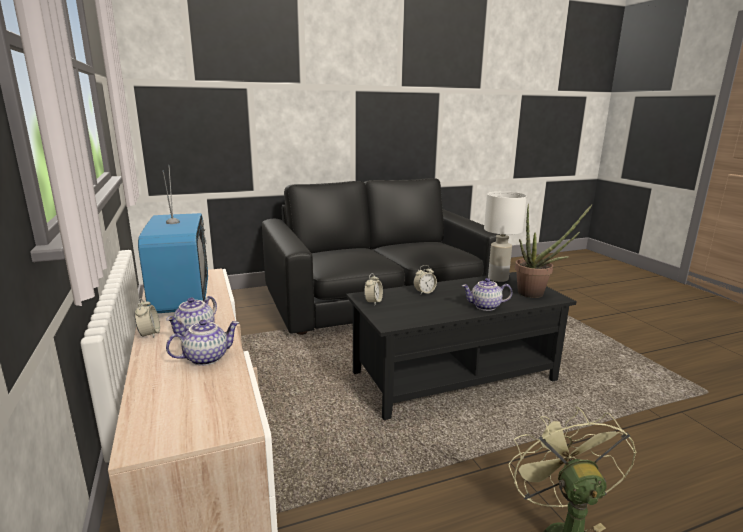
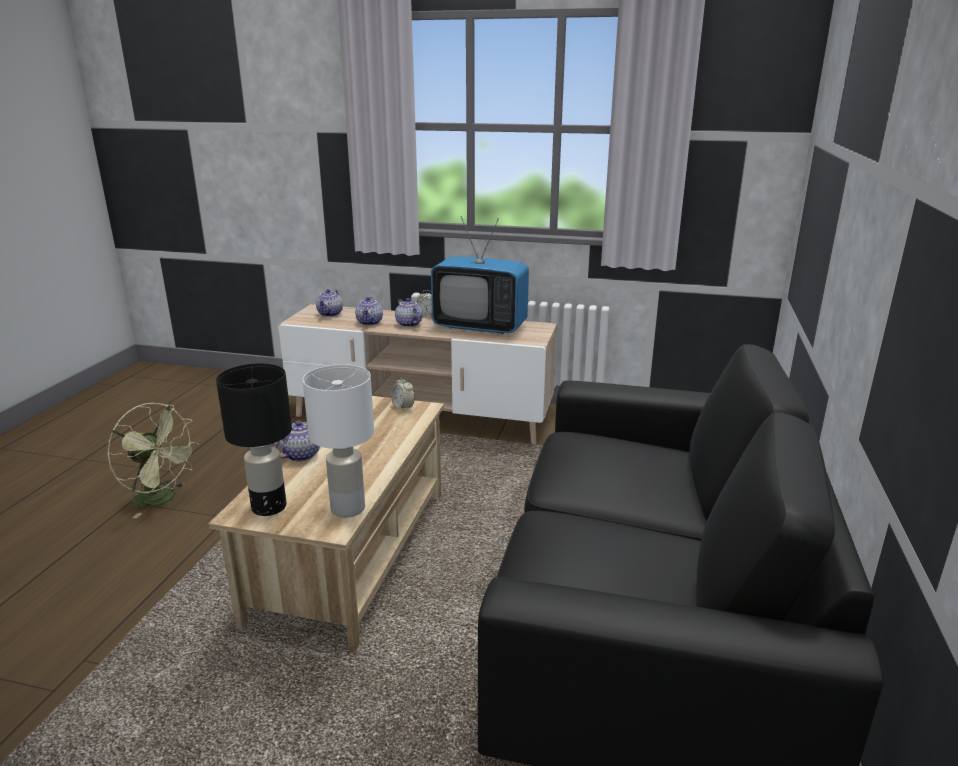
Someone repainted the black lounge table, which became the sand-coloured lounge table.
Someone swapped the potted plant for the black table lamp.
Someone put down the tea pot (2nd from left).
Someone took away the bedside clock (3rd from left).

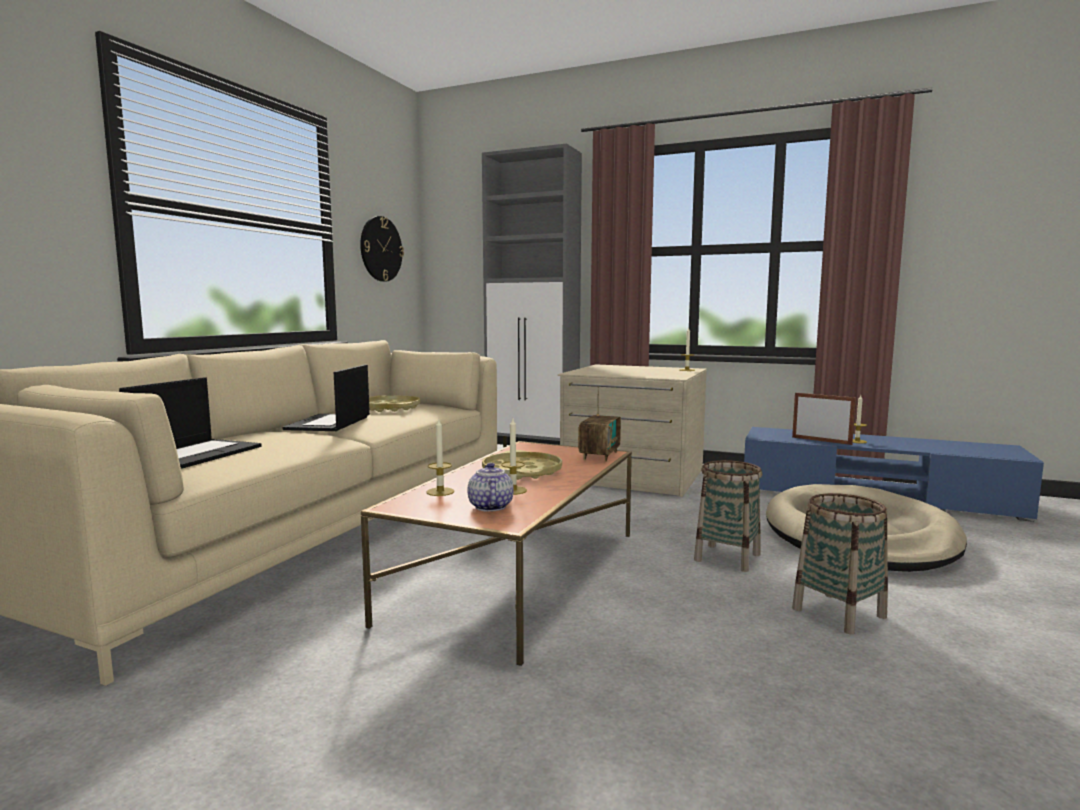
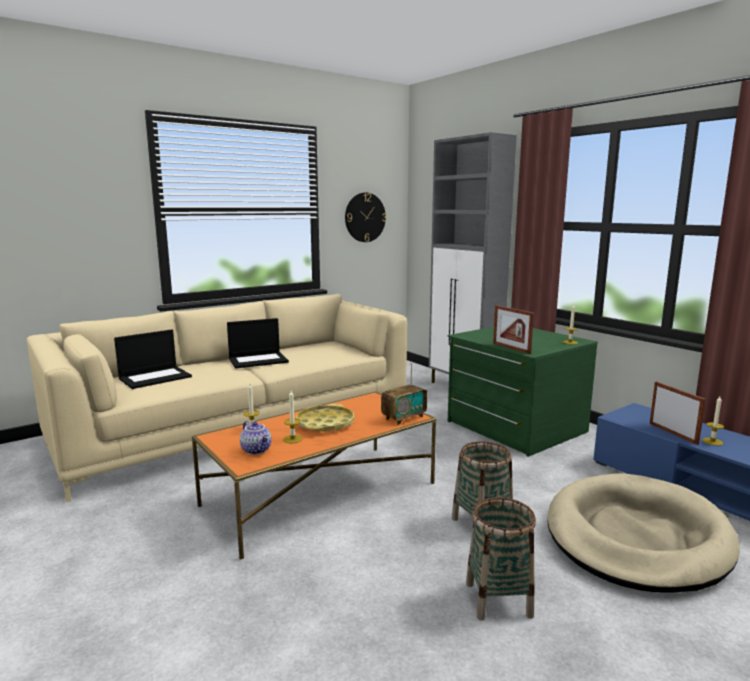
Someone rotated the portable computer (2nd from left) by 150 degrees counterclockwise.
Someone rotated the tea pot by 120 degrees clockwise.
Someone repainted the sand-coloured chest of drawers, which became the green chest of drawers.
Someone put down the photo frame (1st from left).
Someone took away the yellow tray (1st from left).

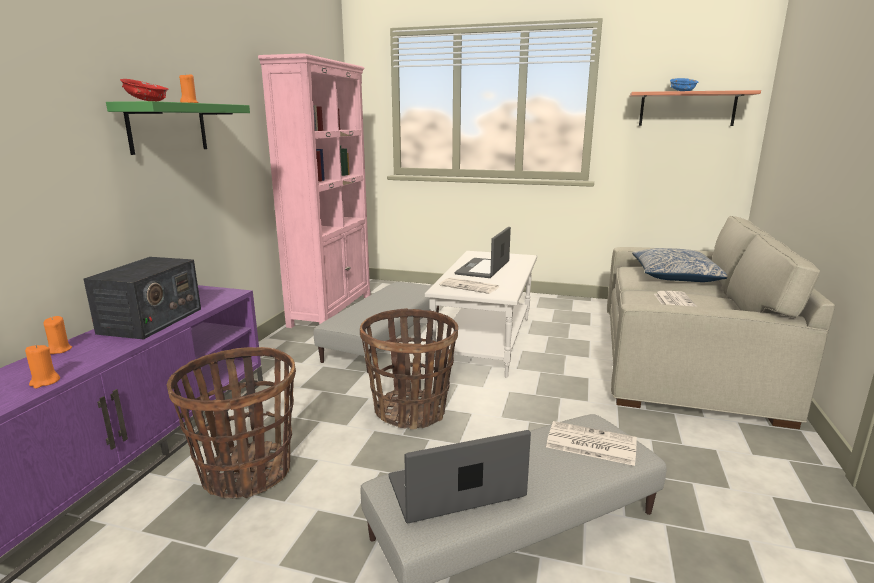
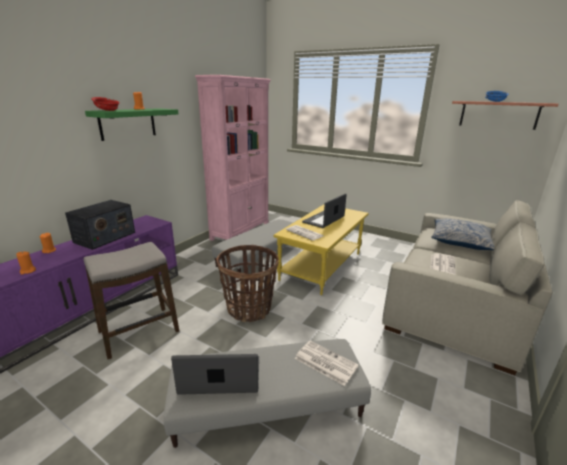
Someone swapped the storage basket (1st from left) for the stool seat.
Someone repainted the white lounge table, which became the yellow lounge table.

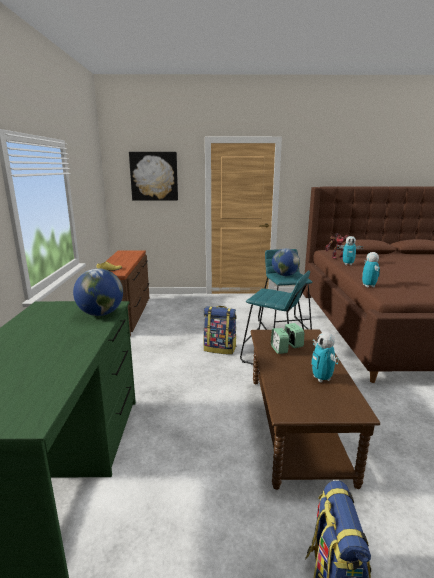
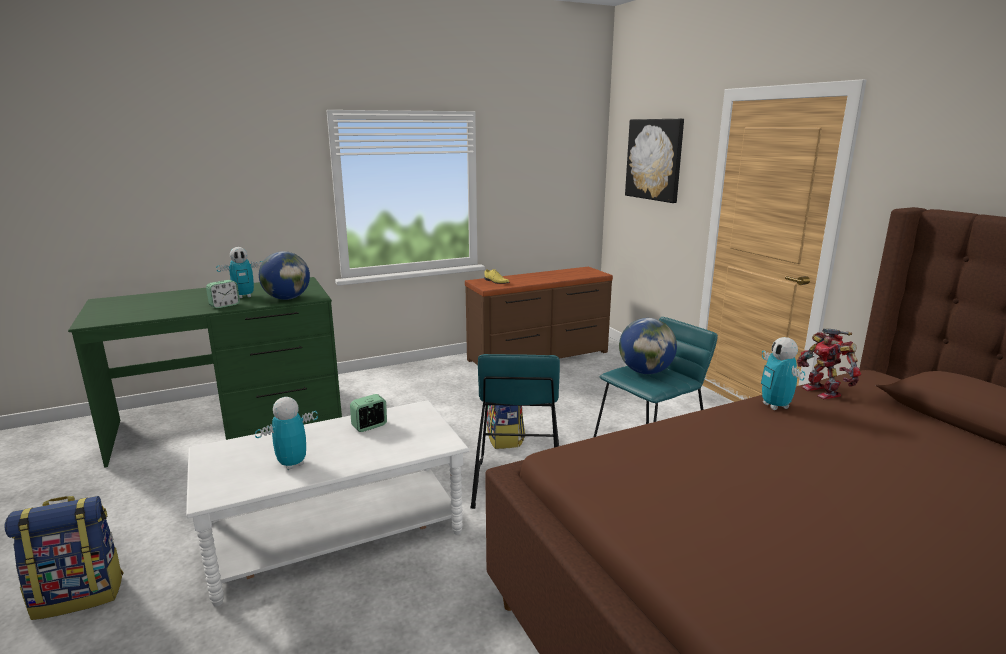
Someone repainted the brownish lounge table, which became the white lounge table.
Someone carried the bedside clock (2nd from left in the first image).
Someone carried the model robot (4th from left in the first image).

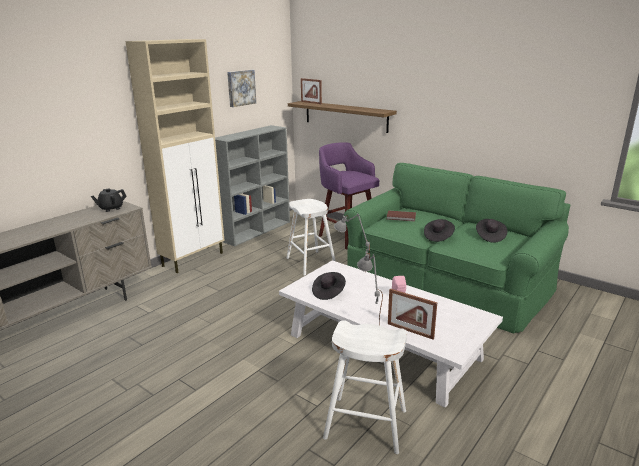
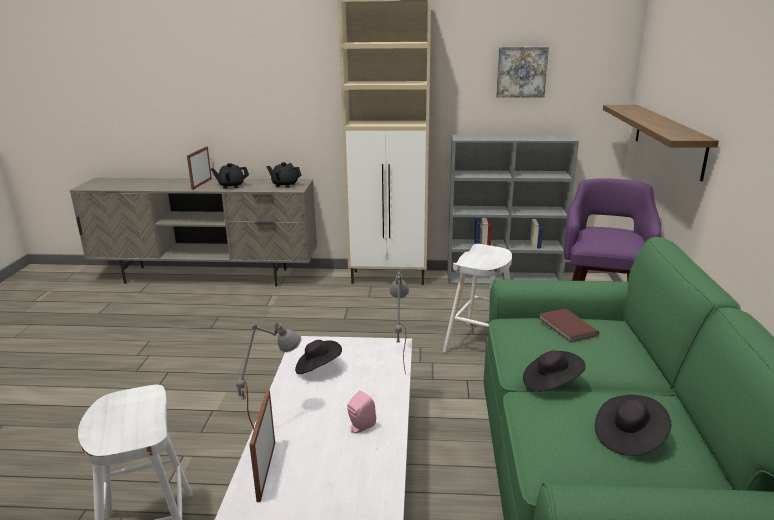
Someone carried the photo frame (1st from left).
Someone put down the black tea pot (1st from left).

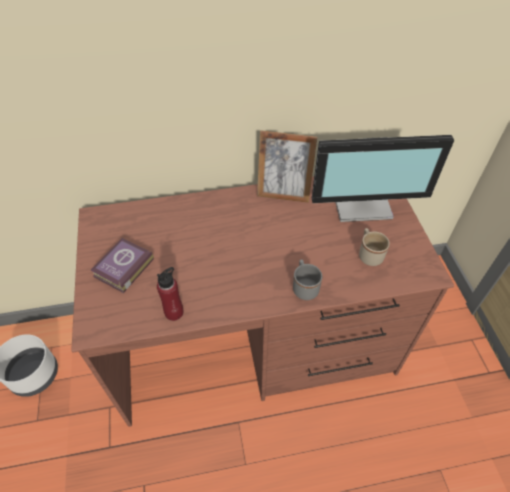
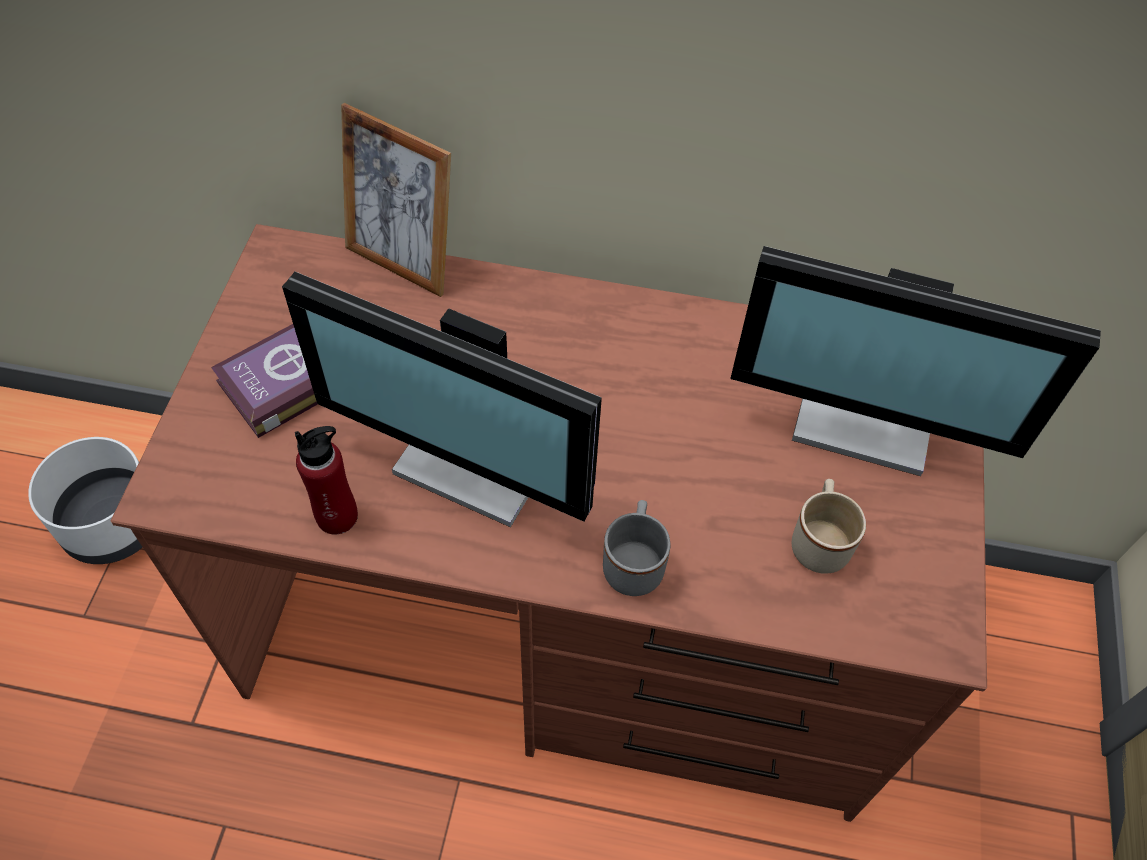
Someone put down the computer screen (1st from left).
Someone carried the photo frame.

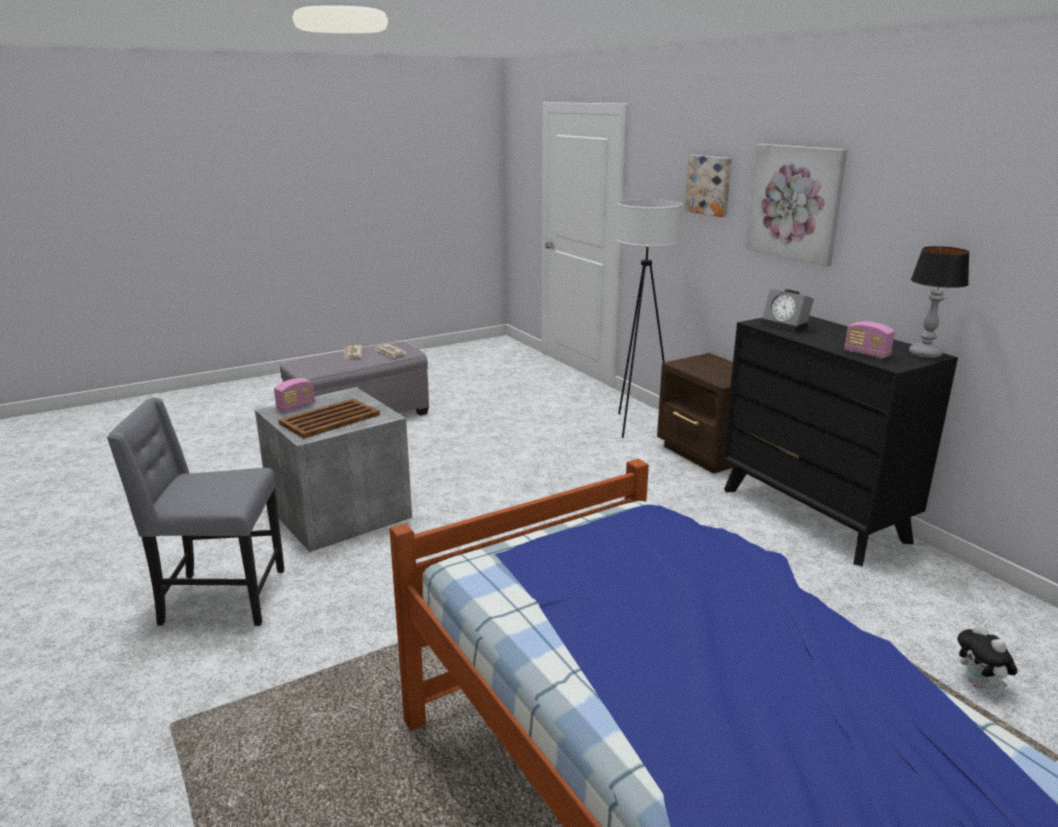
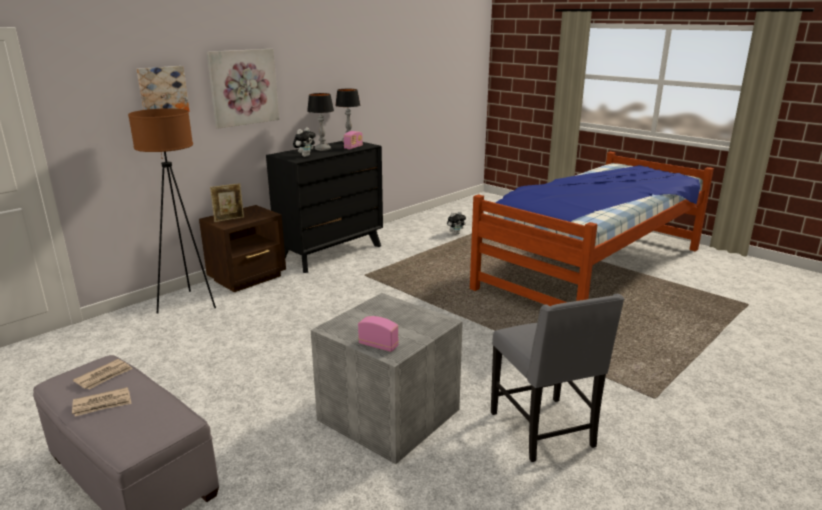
Someone repainted the white floor lamp, which became the brownish floor lamp.
Someone put down the photo frame.
Someone swapped the bedside clock for the plush toy (1st from left).
Someone put down the table lamp (1st from left).
Someone took away the brownish tray.

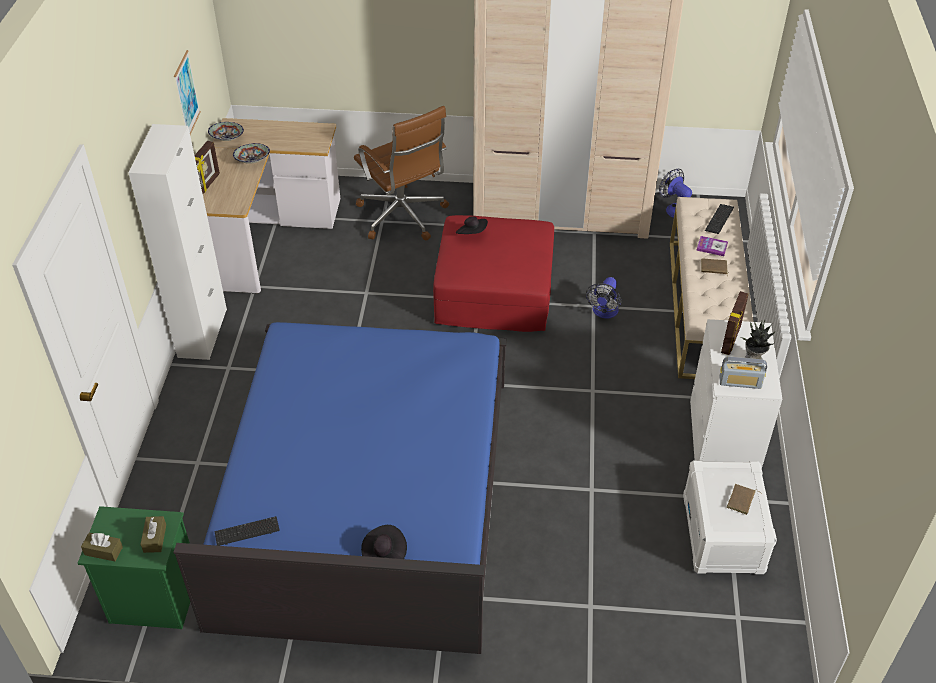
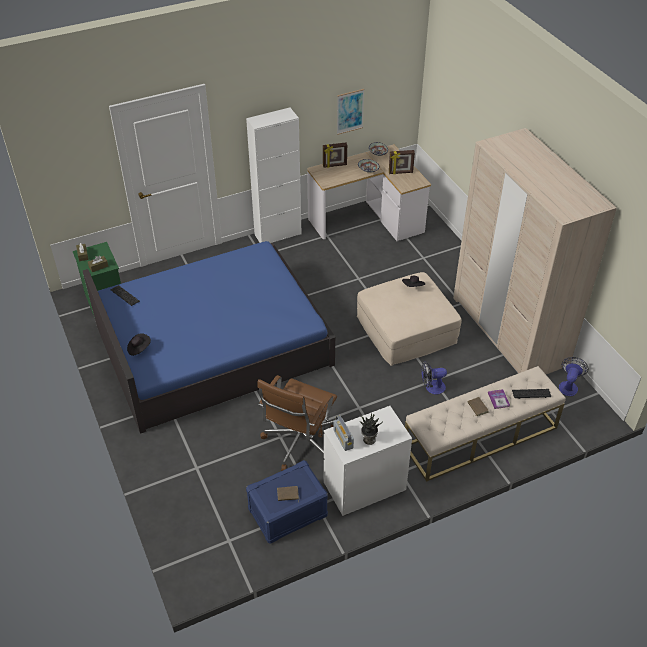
Someone repainted the white storage container, which became the blue-coloured storage container.
Someone carried the brownish computer chair.
Someone repainted the red-coloured footrest, which became the sand-coloured footrest.
Someone carried the photo frame (2nd from left).

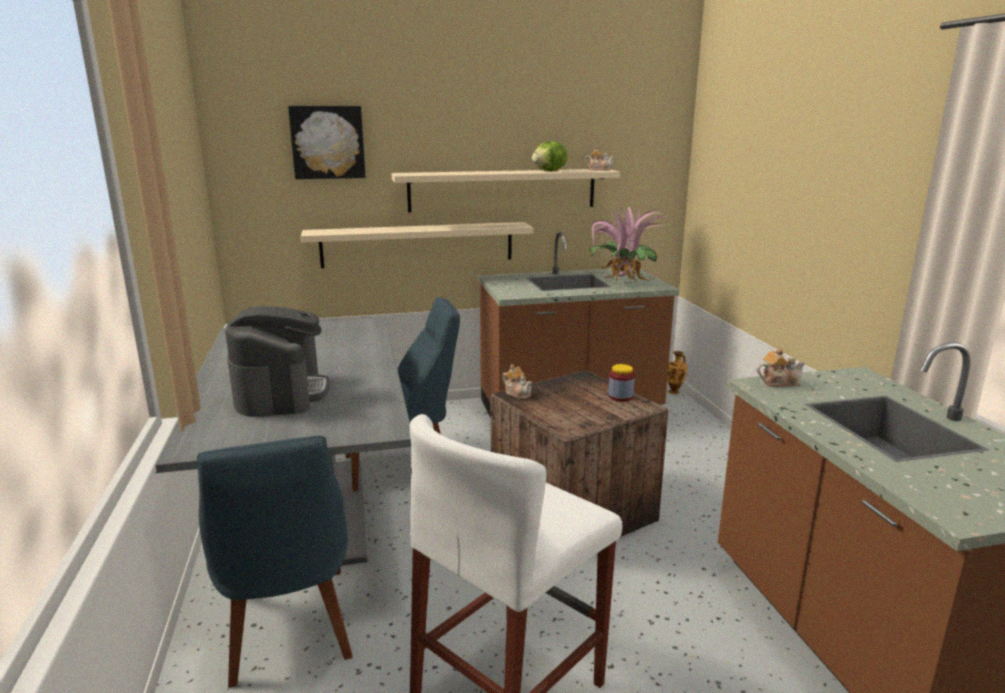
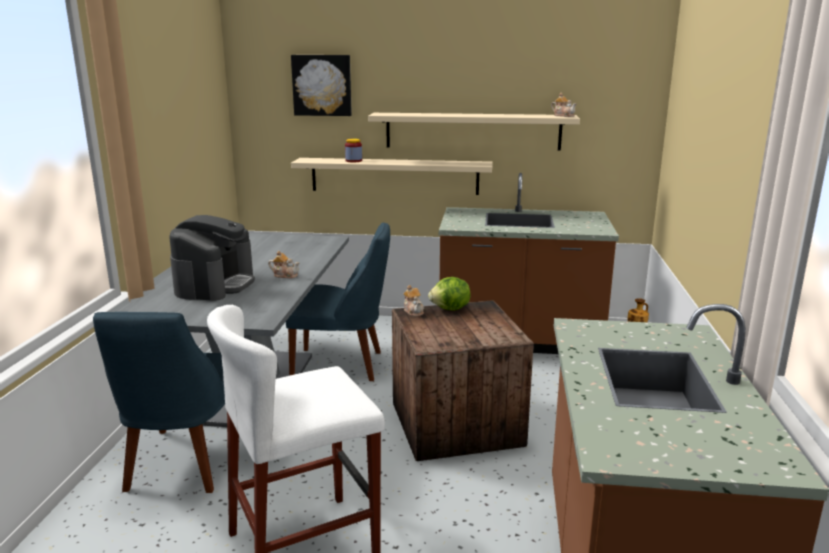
Someone carried the tea pot (3rd from left in the first image).
Someone carried the jar.
Someone carried the head of lettuce.
Someone took away the potted plant.

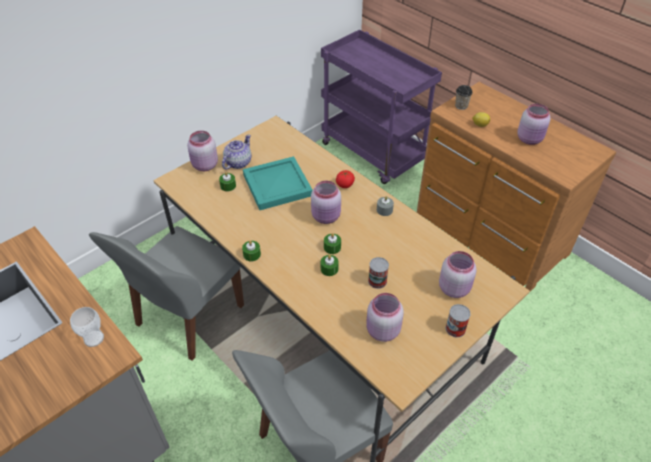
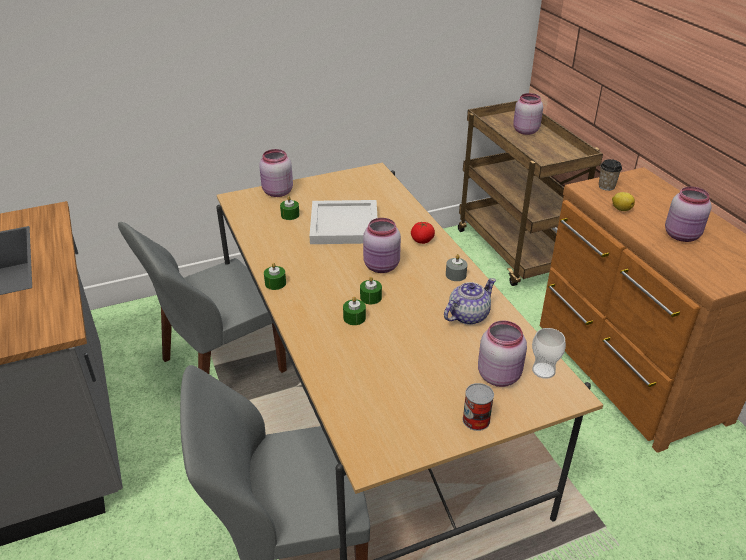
Someone repainted the turquoise tray, which became the white tray.
Someone carried the tea pot.
Someone repainted the purplish cart, which became the brownish cart.
Someone carried the pinkish jar (3rd from left in the first image).
Someone carried the drinking cup (1st from left).
Someone took away the metal can (1st from left).

